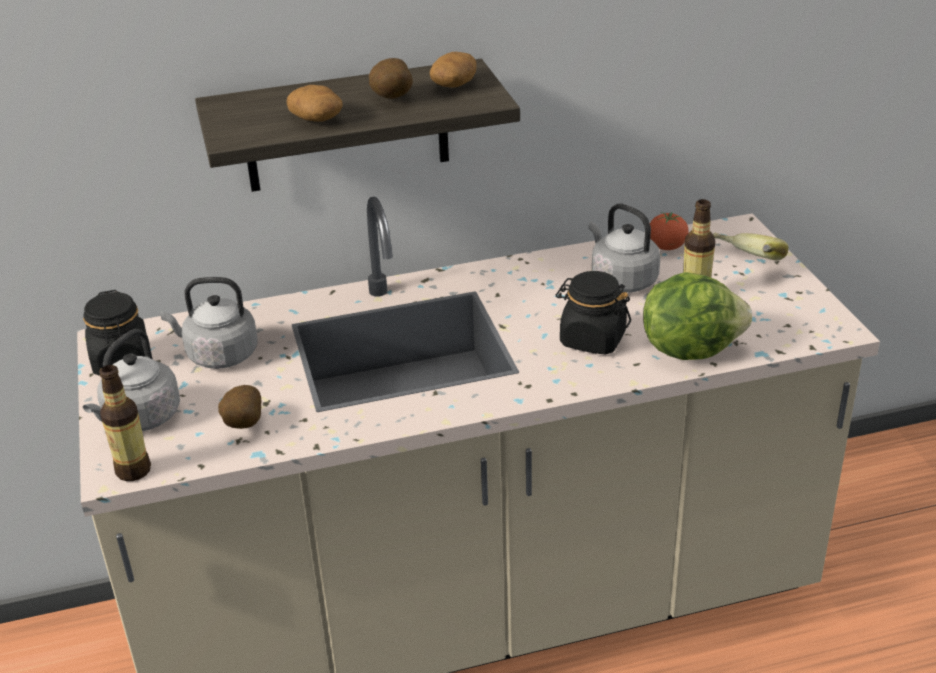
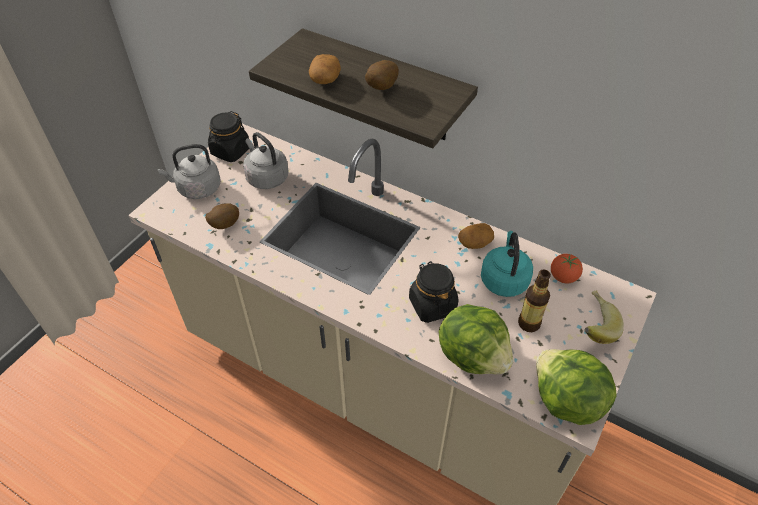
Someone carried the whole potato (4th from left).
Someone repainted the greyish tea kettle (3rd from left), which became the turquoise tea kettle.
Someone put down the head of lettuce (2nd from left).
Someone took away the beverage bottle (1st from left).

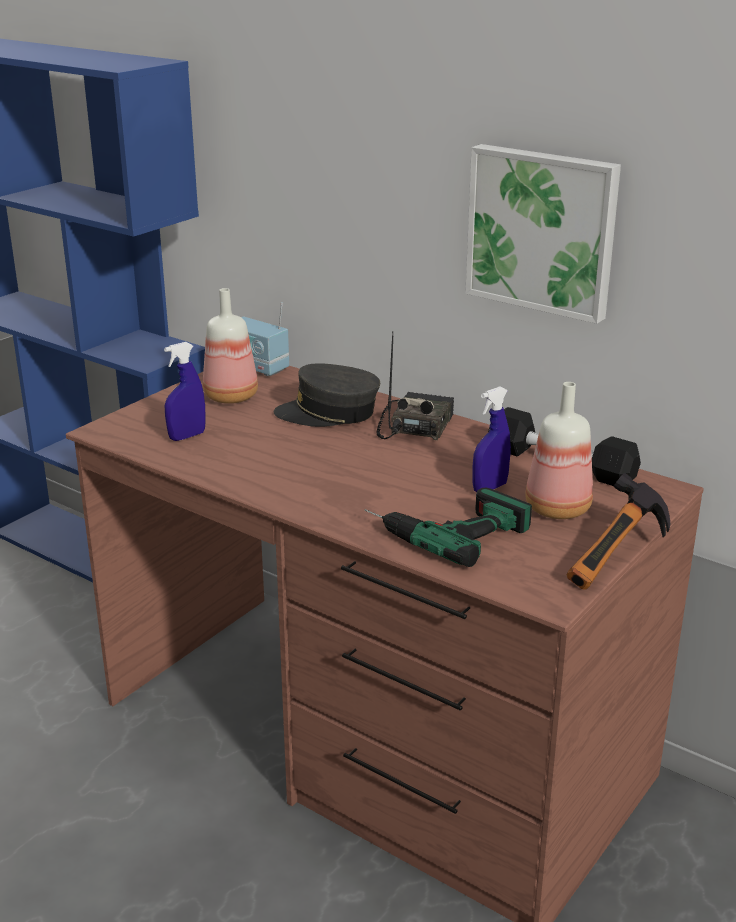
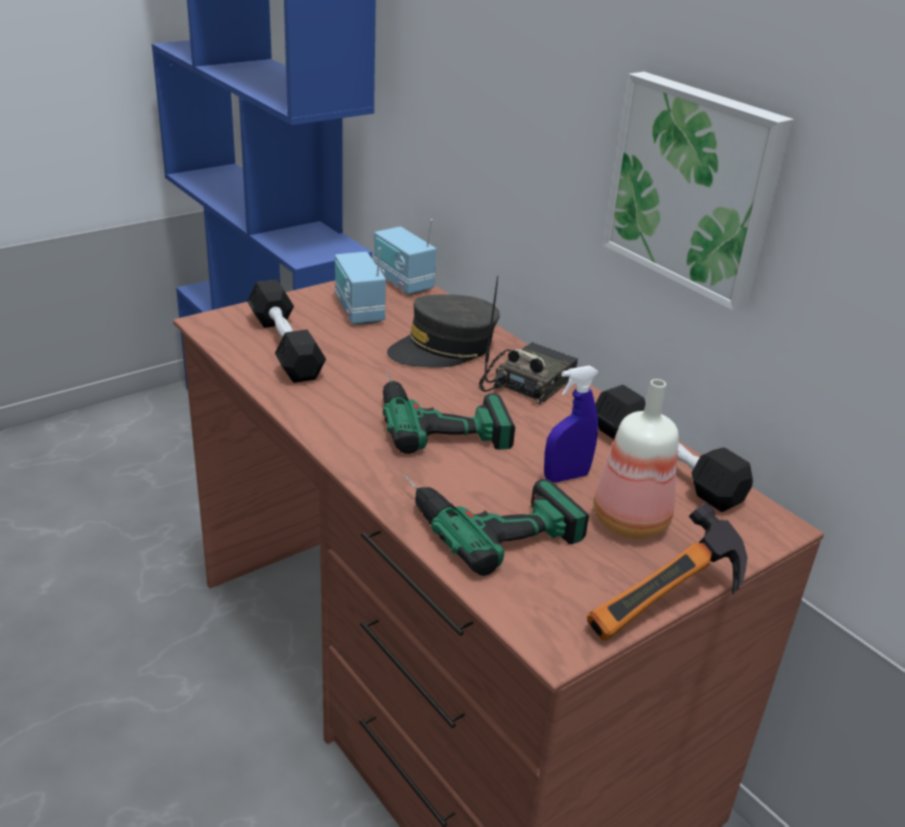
Someone swapped the blue-coloured sprayer (1st from left) for the black free weight (1st from left).
Someone swapped the beverage bottle (1st from left) for the radio (1st from left).
Someone put down the power drill (1st from left).
Someone rotated the greyish cap by 45 degrees counterclockwise.

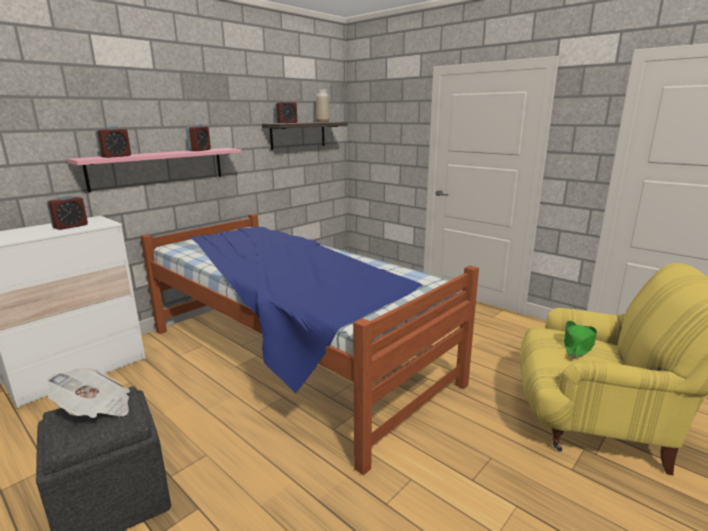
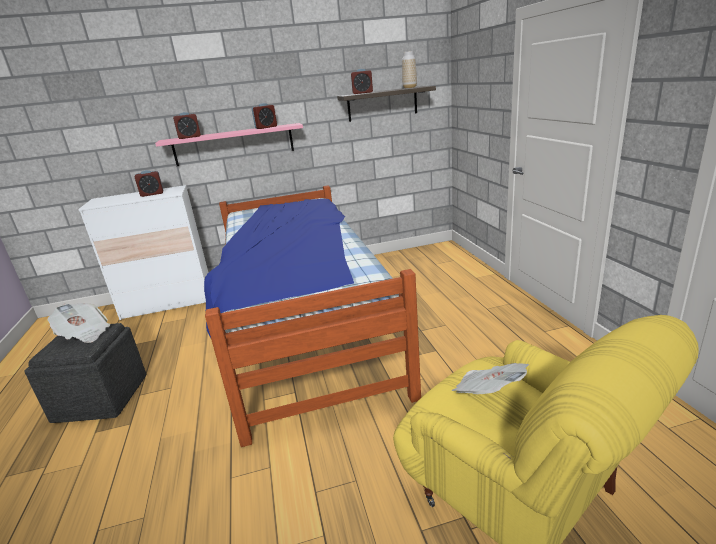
Someone swapped the green wearable hat for the printed paper (2nd from left).

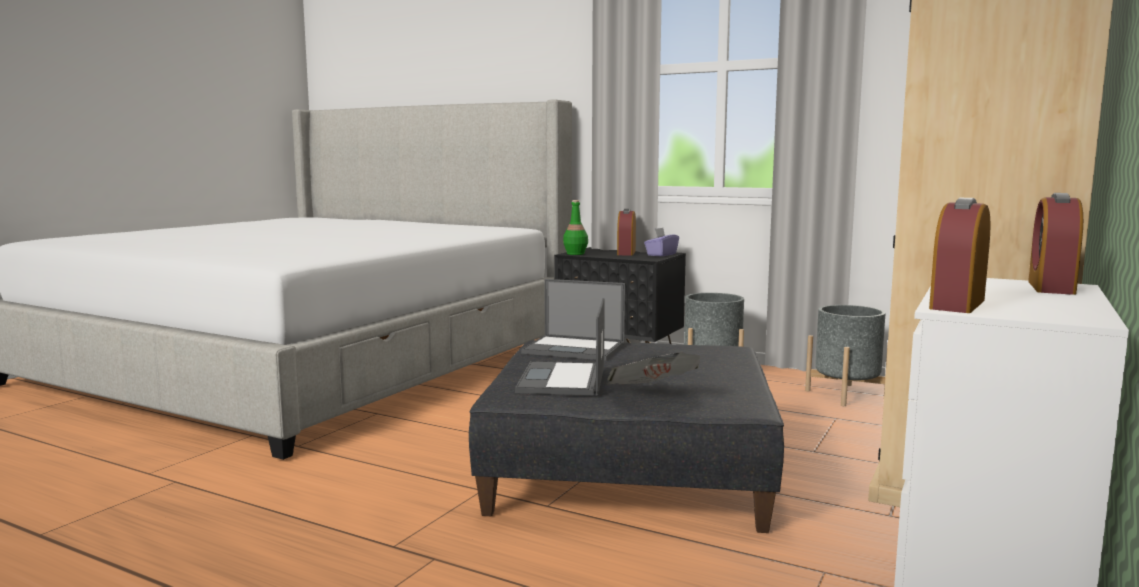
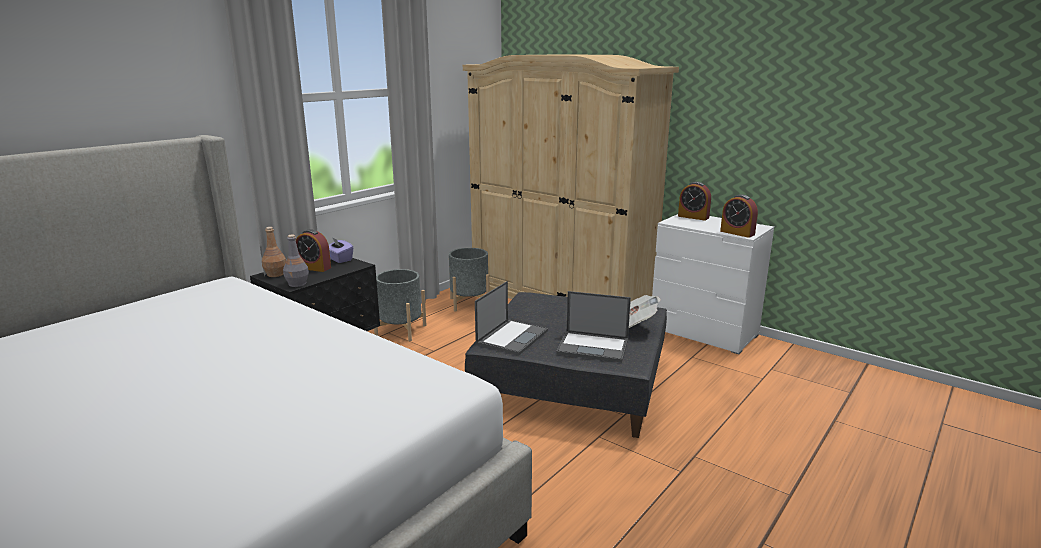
Someone put down the brownish beverage bottle.
Someone repainted the green beverage bottle, which became the greyish beverage bottle.

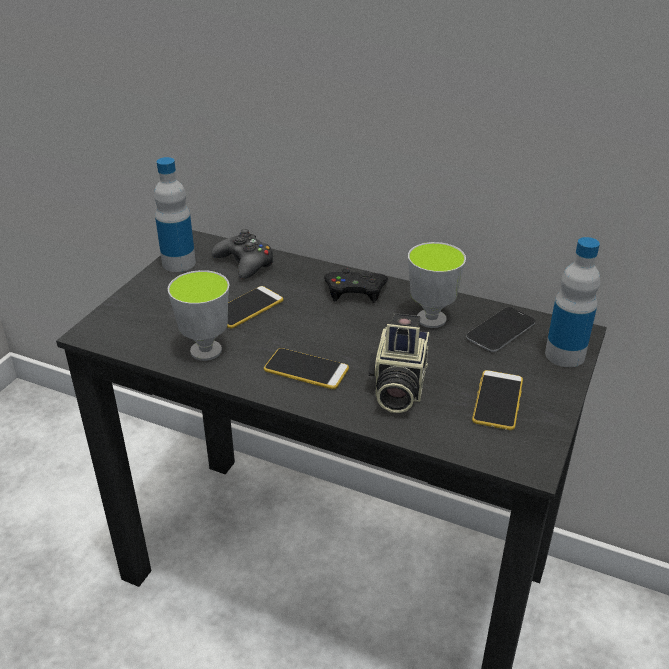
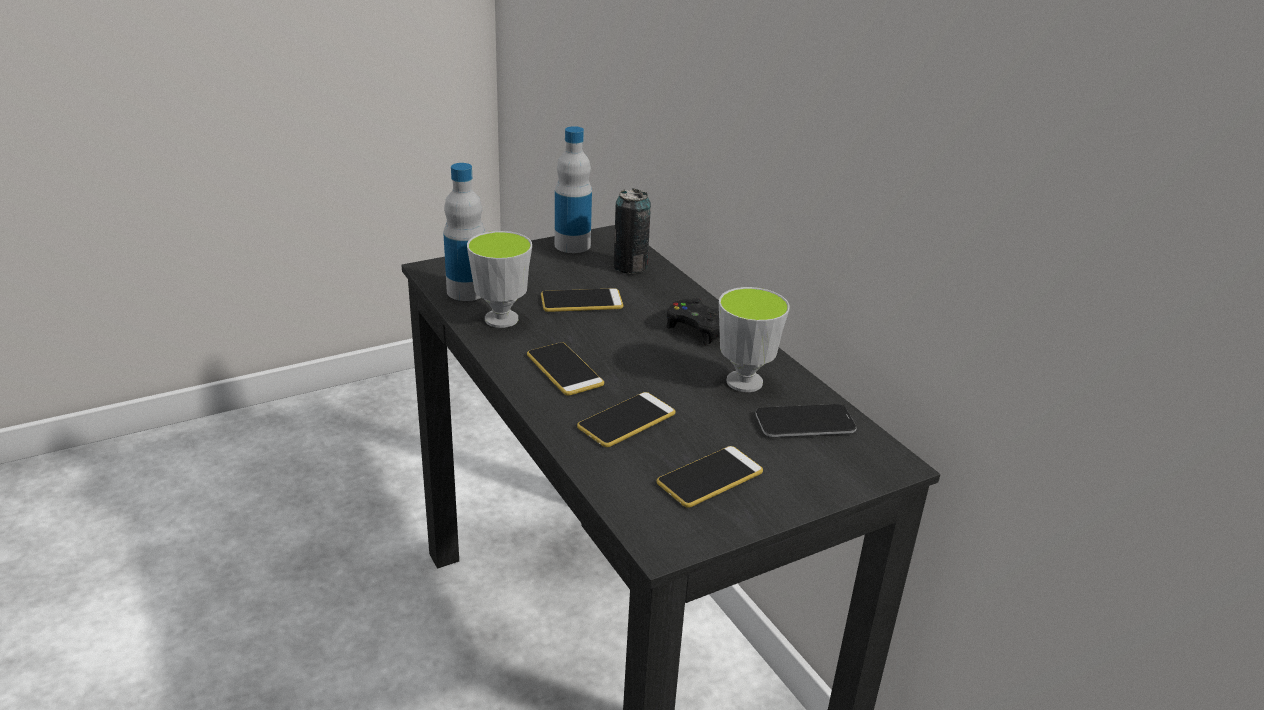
Someone carried the beverage bottle (2nd from left in the first image).
Someone swapped the still camera for the telephone (3rd from left).
Someone swapped the black gamepad (1st from left) for the metal can.

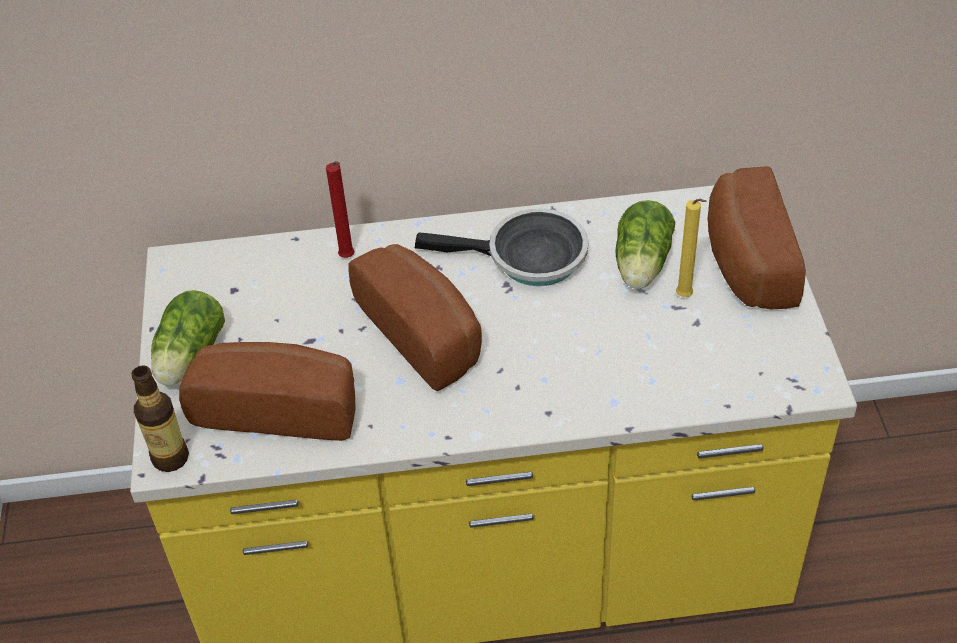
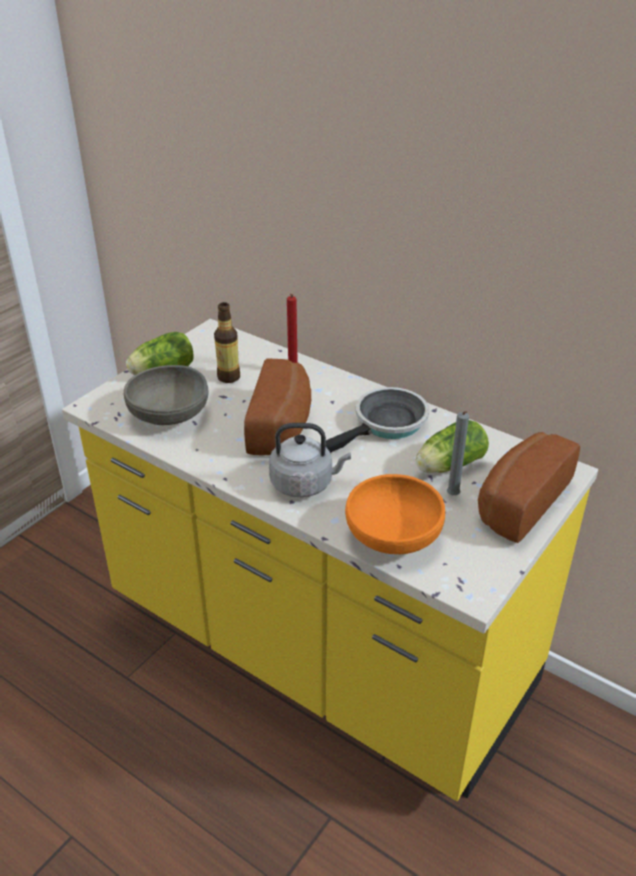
Someone swapped the bread (1st from left) for the greyish deep dish.
Someone carried the beverage bottle.
Someone put down the greyish tea kettle.
Someone rotated the pan by 90 degrees counterclockwise.
Someone put down the orangey deep dish.
Someone repainted the yellow wax light, which became the greyish wax light.

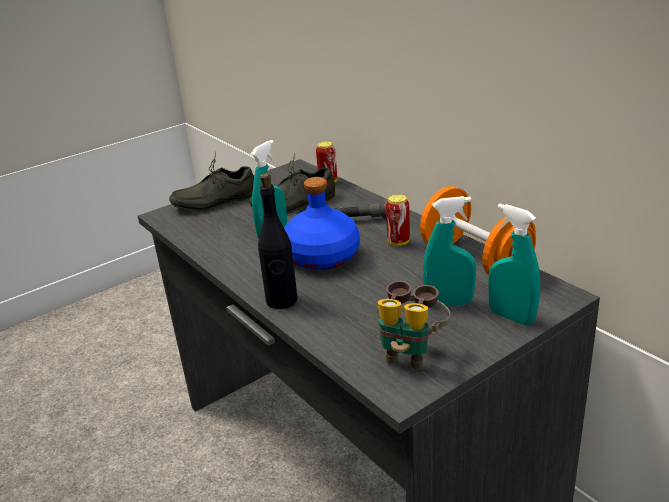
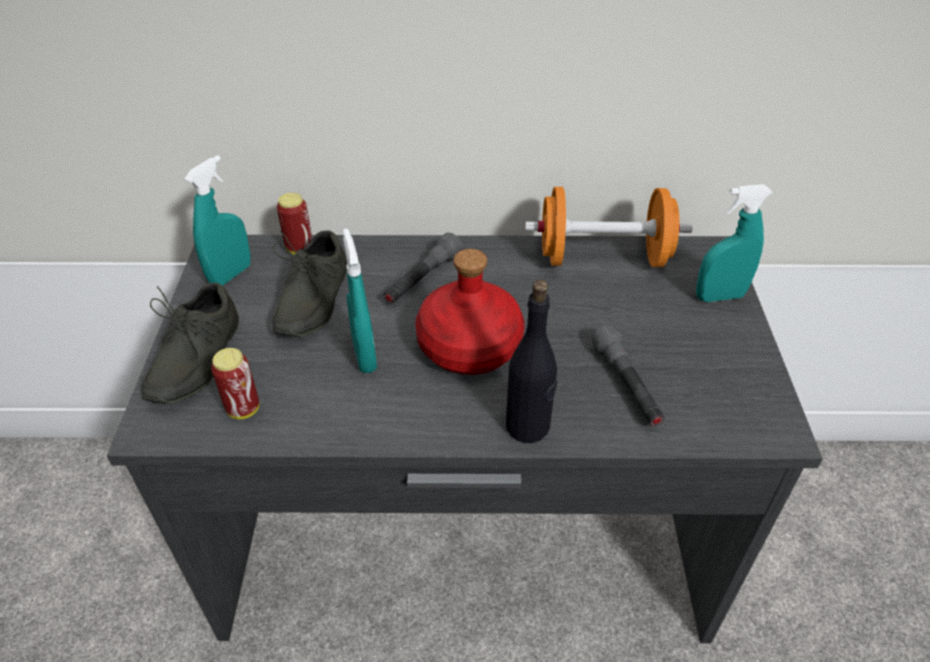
Someone carried the turquoise sprayer (2nd from left in the first image).
Someone carried the metal can (2nd from left in the first image).
Someone repainted the blue-coloured beverage bottle, which became the red-coloured beverage bottle.
Someone put down the greyish hand torch (2nd from left).
Someone took away the binoculars.

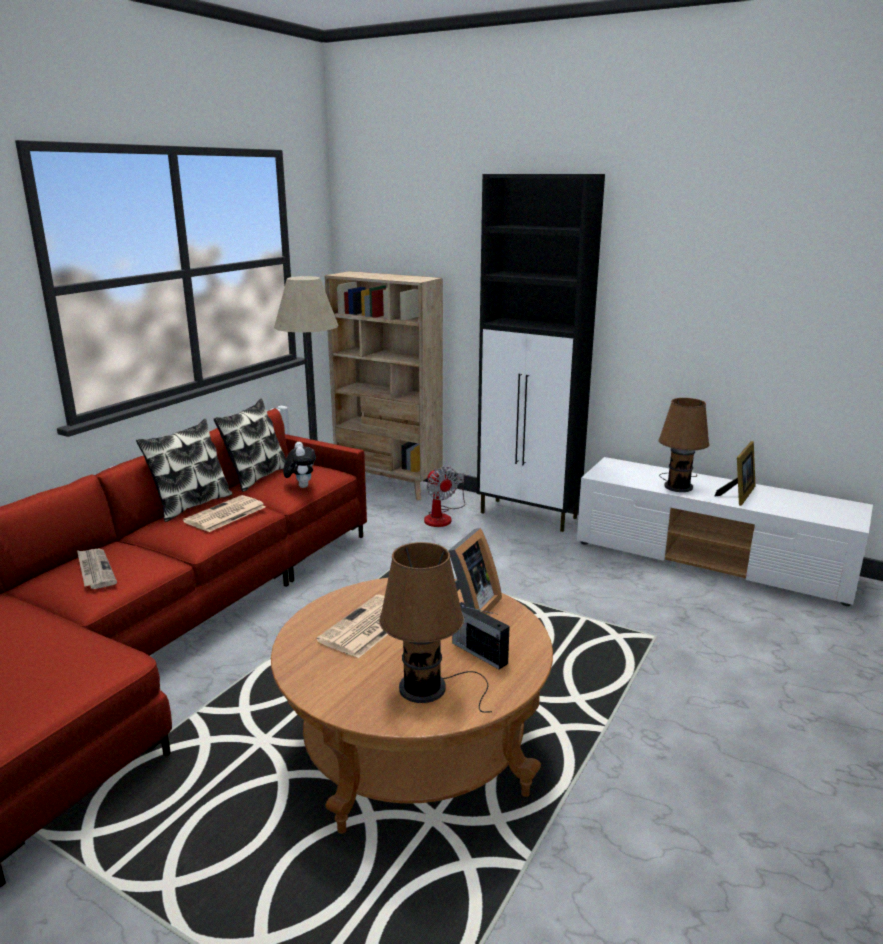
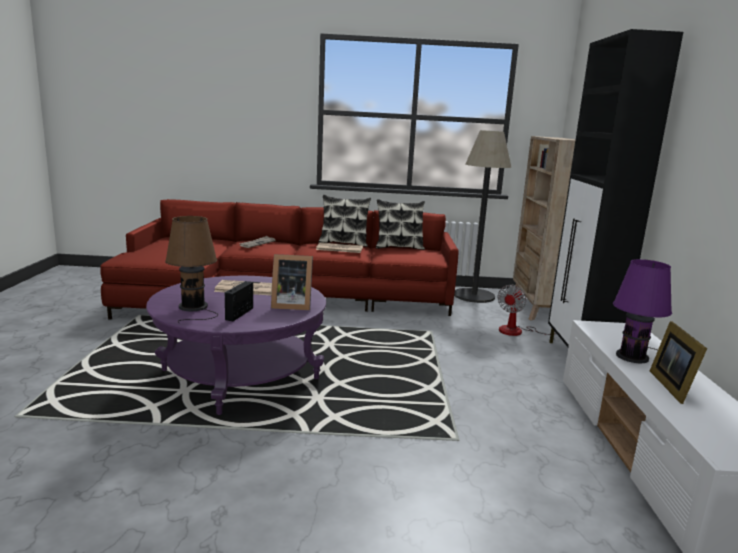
Someone repainted the brownish lounge table, which became the purplish lounge table.
Someone repainted the brownish table lamp (2nd from left), which became the purplish table lamp.
Someone rotated the photo frame (2nd from left) by 90 degrees clockwise.
Someone took away the plush toy.

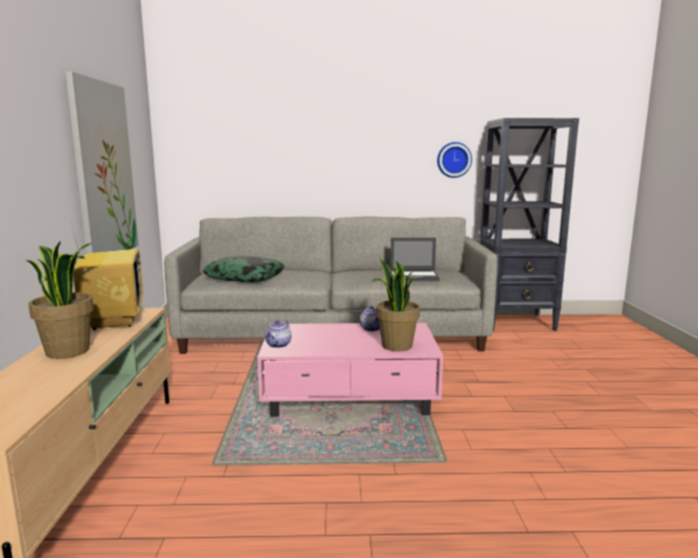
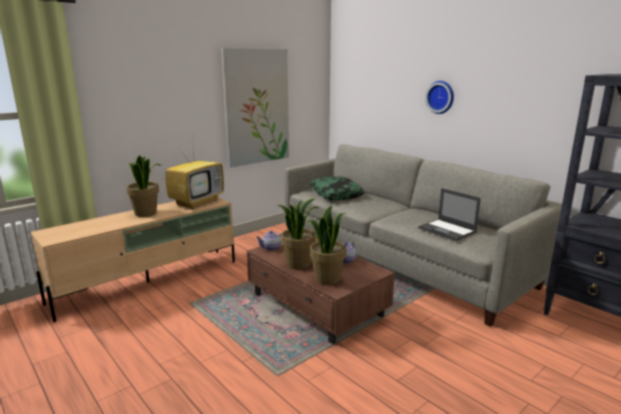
Someone repainted the pinkish lounge table, which became the brownish lounge table.
Someone put down the potted plant (2nd from left).
Someone carried the hanging clock.

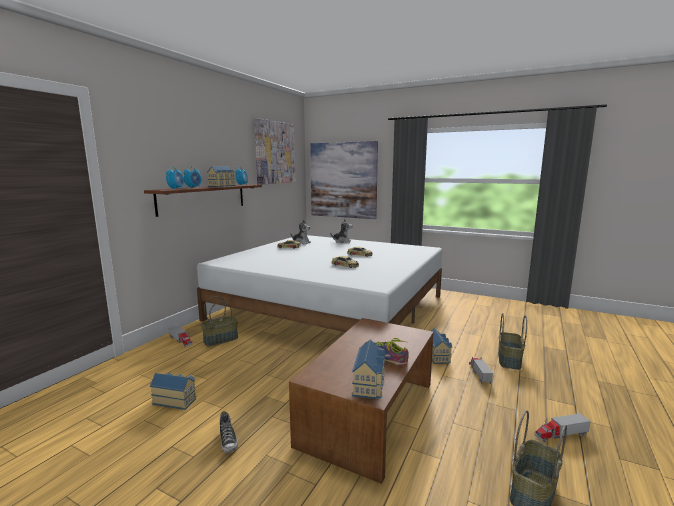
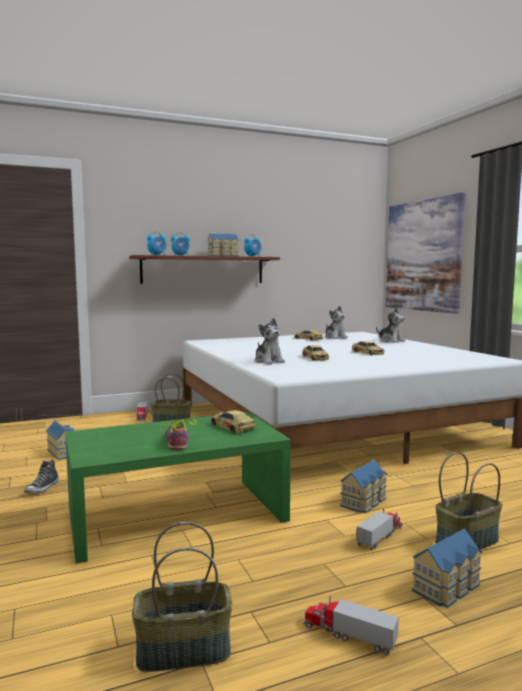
Someone repainted the brownish lounge table, which became the green lounge table.
Someone put down the miniature car (1st from left).
Someone put down the plush toy (1st from left).
Someone carried the miniature house (3rd from left in the first image).
Someone took away the wall art (1st from left).

